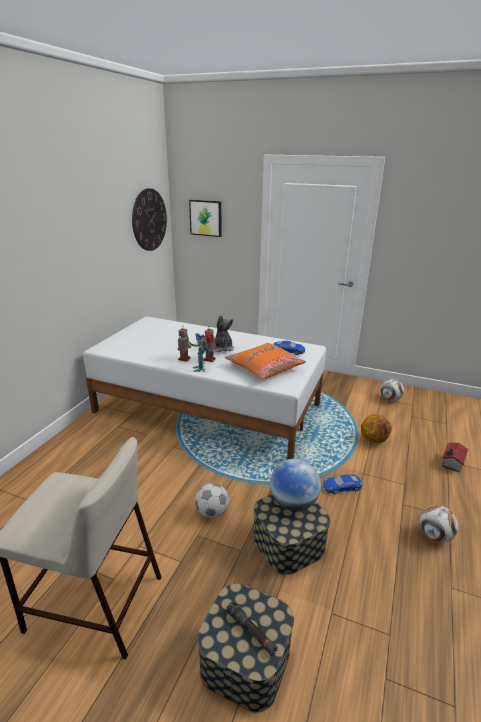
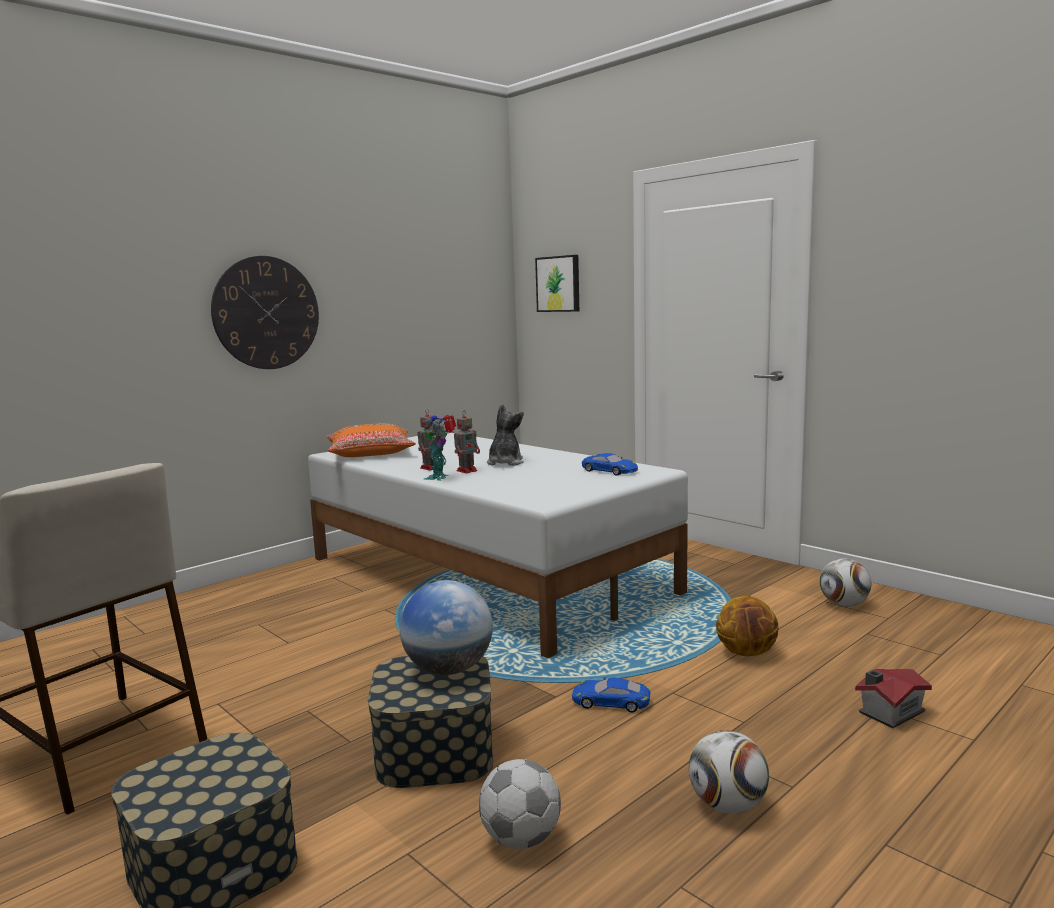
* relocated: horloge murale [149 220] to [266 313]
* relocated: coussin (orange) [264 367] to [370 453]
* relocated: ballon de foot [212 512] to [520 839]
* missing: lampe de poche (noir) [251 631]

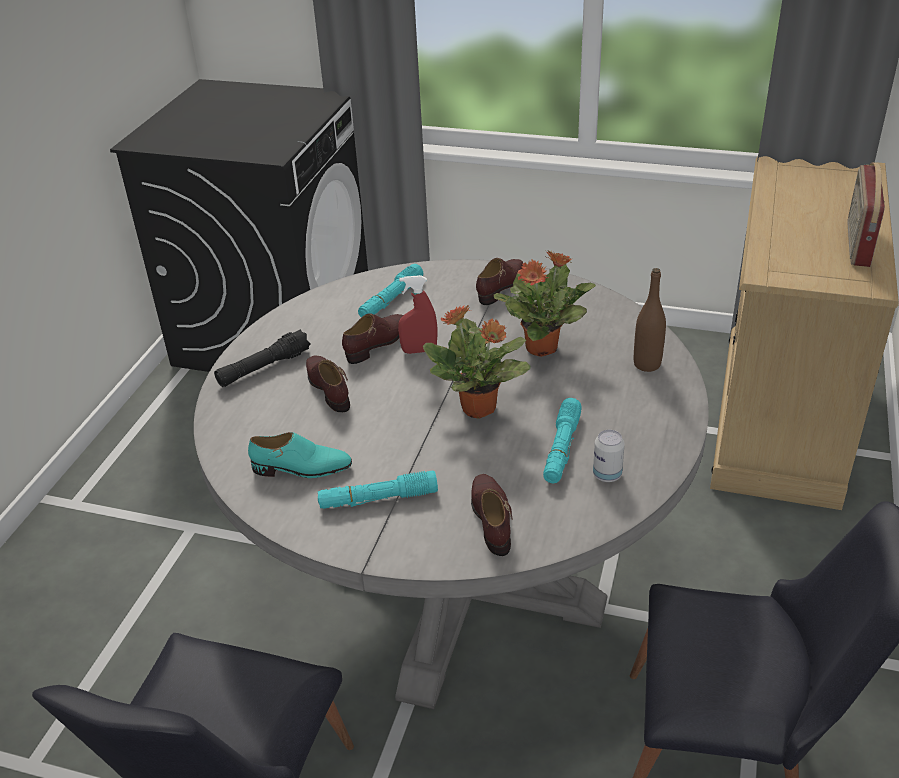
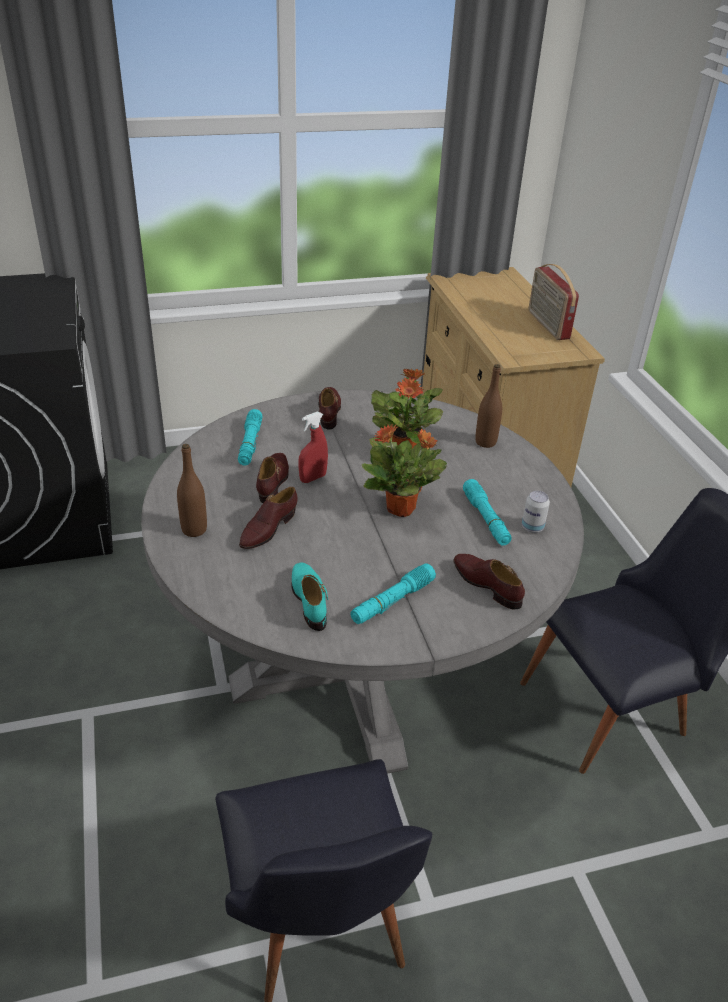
* exchanged: lampe de poche (noir) [264 368] to bouteille (marron) [194 529]
* spun: chaussure (marron) [329 388] = [268 529] 90 degrees counterclockwise
* spun: chaussure (turquoise) [302 468] = [309 599] 75 degrees counterclockwise

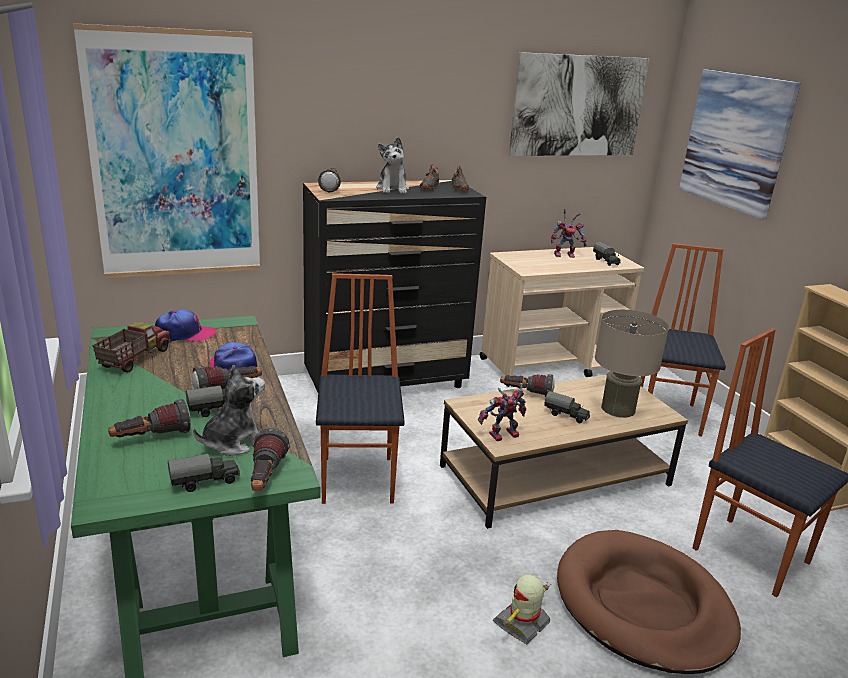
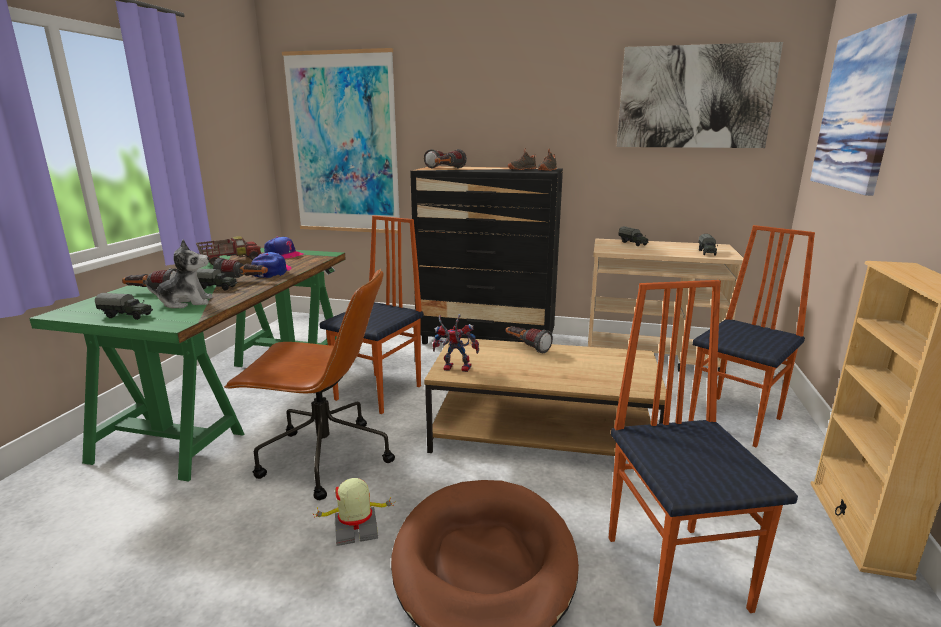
* missing: peluche [392 189]
* missing: robot jouet [565 255]
* missing: lampe de table (beige) [618 409]
* relocated: camion jouet [566 415] to [633 243]
* relocated: lampe de poche [265 479] to [448 169]
* appeared: chaise de bureau (marron) [323 458]

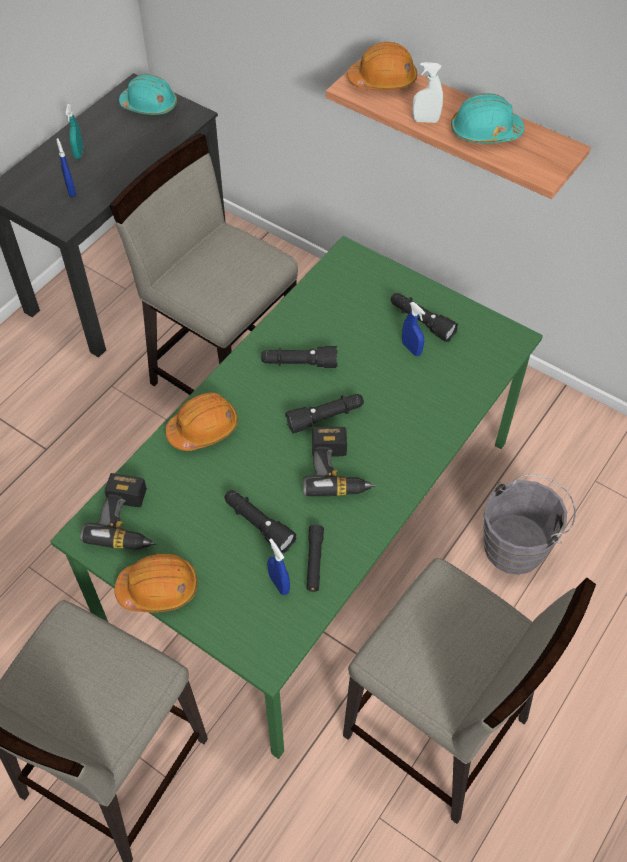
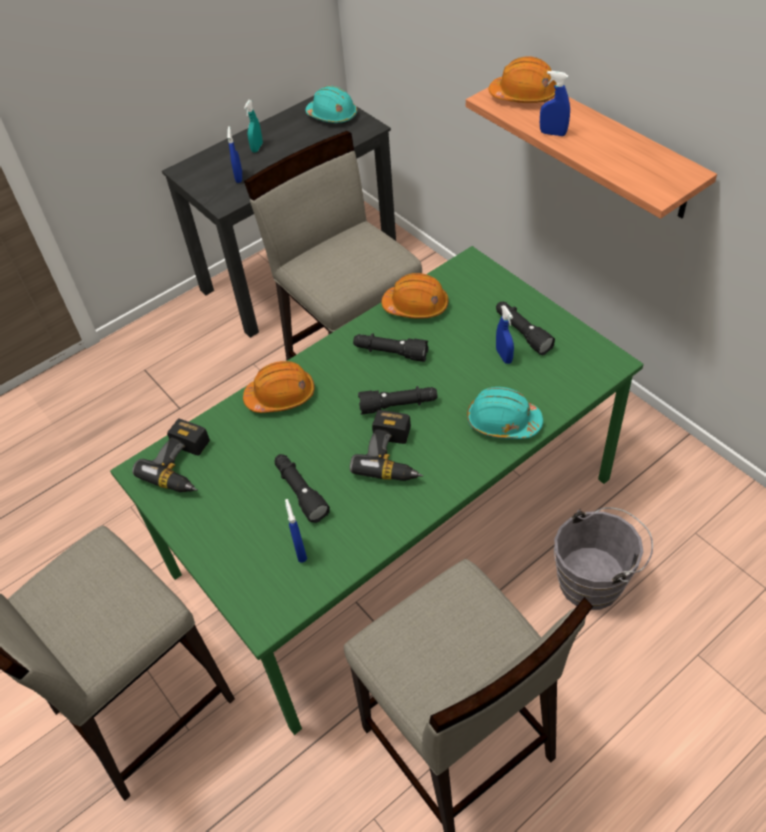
* colour: vaporisateur (blanc) [425 120] to vaporisateur (bleu) [553 133]
* relocated: casque de chantier (turquoise) [485 132] to [503 422]
* missing: lampe de poche (noir) [314 561]
* relocated: casque de chantier (orange) [158 588] to [416 306]

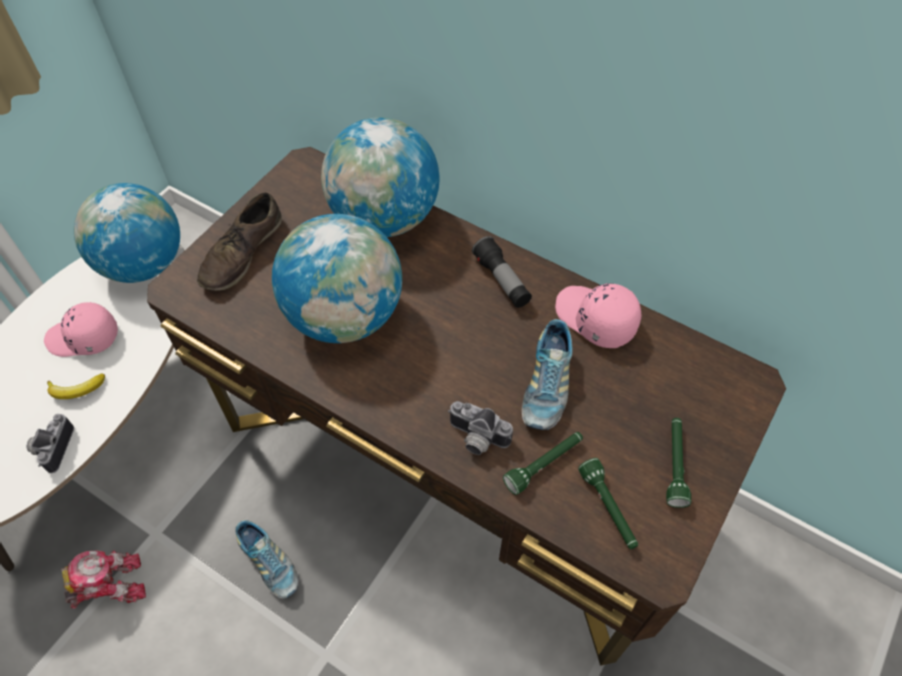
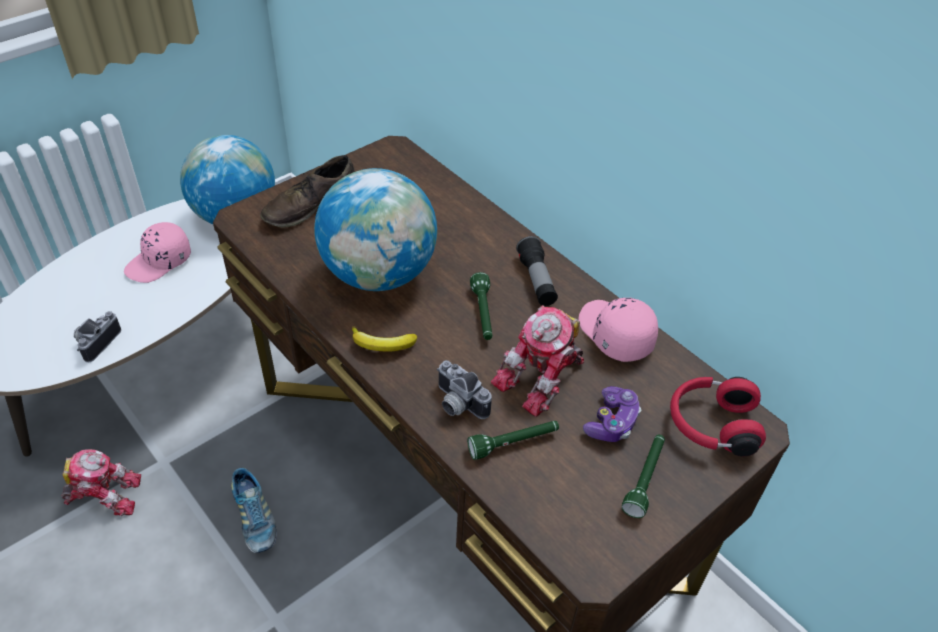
* missing: globe [384 218]
* spun: casquette (rose) [83 338] = [160 262] 60 degrees counterclockwise
* exchanged: chaussure [546 386] to robot jouet [543 378]
* relocated: banane [77 390] to [382 345]
* relocated: lampe de poche (vert) [608 508] to [483 314]
* appeared: casque audio (rouge) [711 425]
* appeared: manette [612 422]

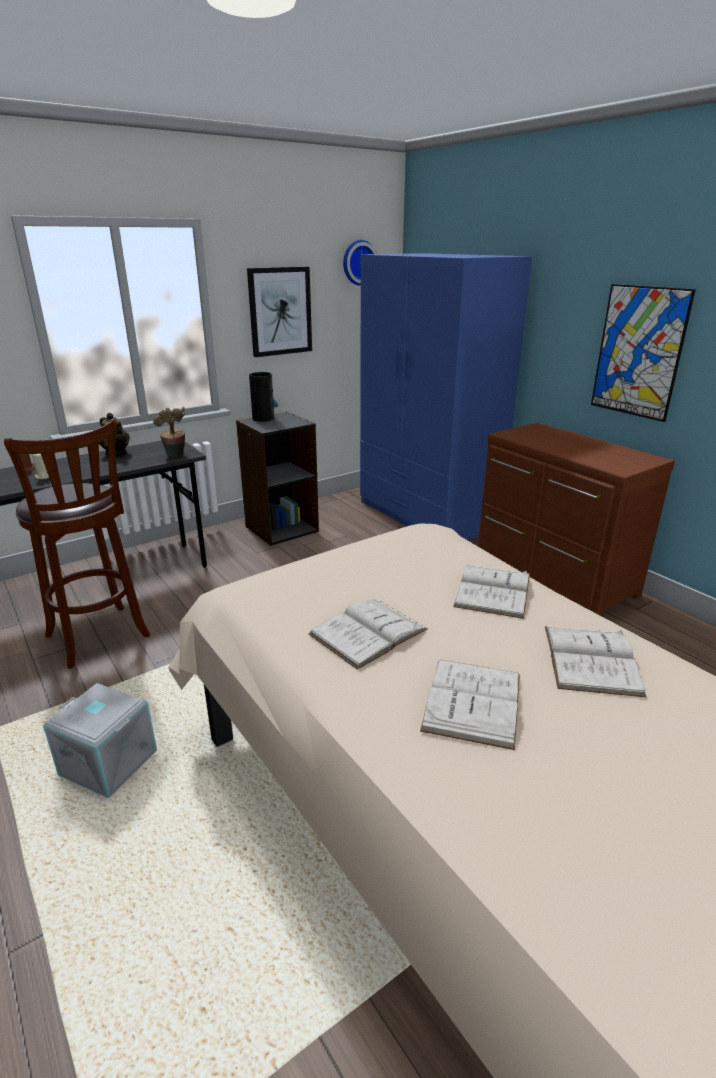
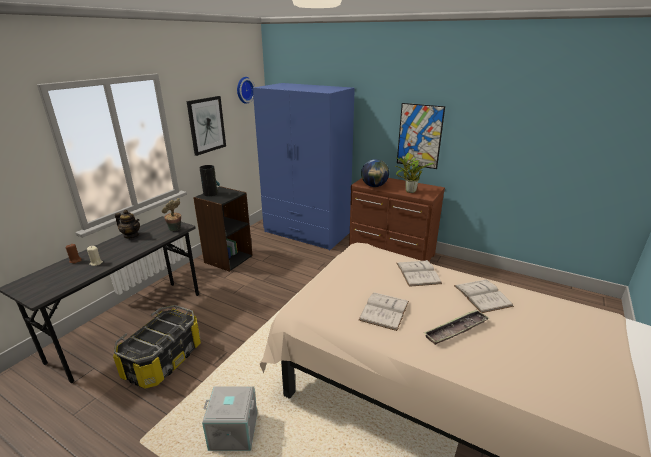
* exchanged: tabouret (marron) [100 638] to boîte de rangement [164 360]
* exchanged: livre (blanc) [472 701] to plateau [456 330]
* appeared: plante en pot [409 191]
* appeared: globe [374 186]

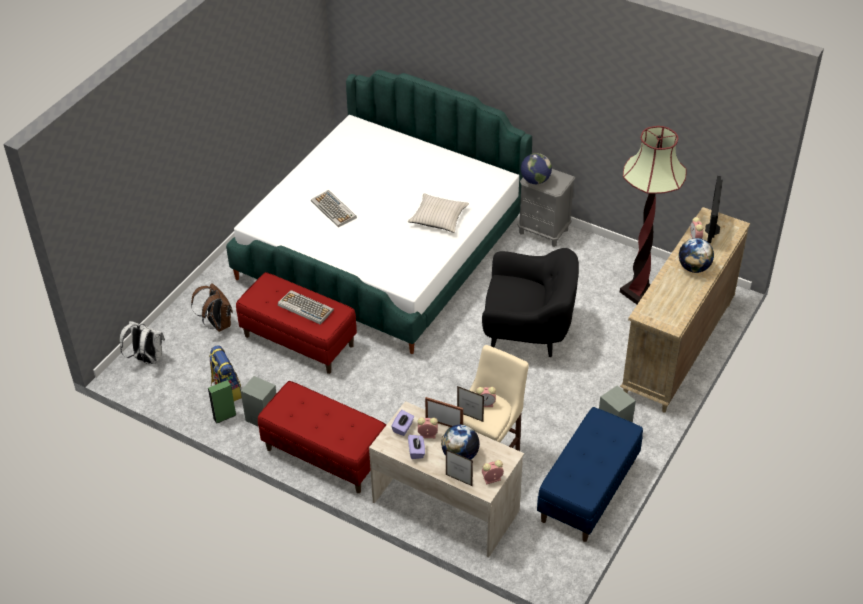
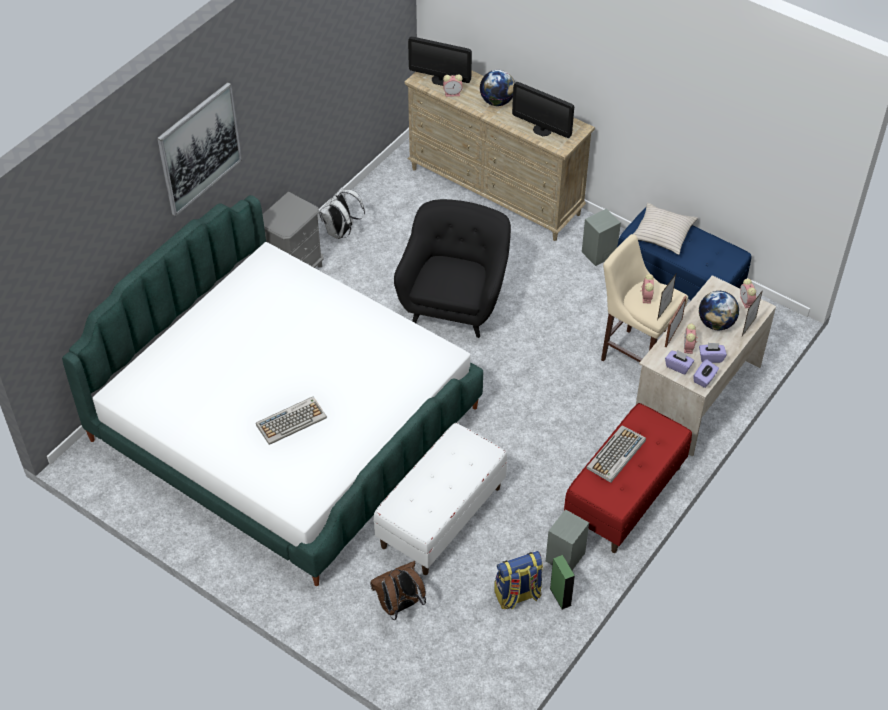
* missing: lampadaire [638 293]
* missing: globe [535 180]
* relocated: coussin (beige) [438 218] to [662 234]
* colour: banc (rouge) [299 340] to banc (blanc) [441 516]
* relocated: clavier [305 308] to [616 455]
* relocated: sac à dos (blanc) [147 359] to [341 232]
* appeared: tableau [199 148]
* appeared: écran d'ordinateur [542 130]
* appeared: boîte à mouchoirs (violet) [704 379]

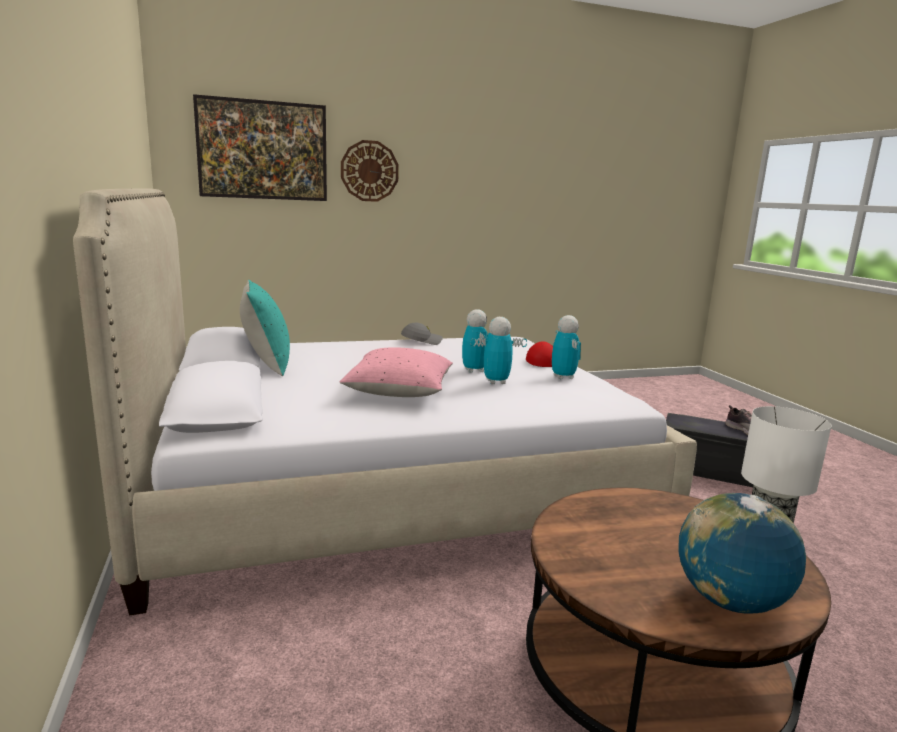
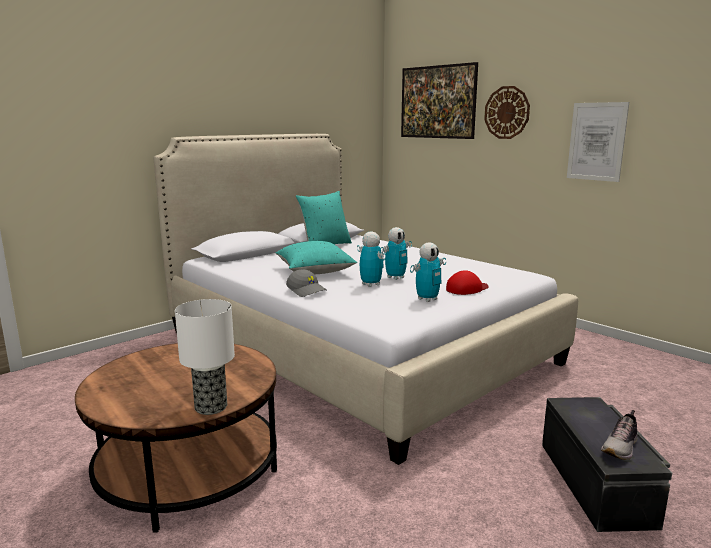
* relocated: casquette (gris) [421 341] to [307 290]
* colour: coussin (rose) [399 392] to coussin (turquoise) [315 272]
* missing: globe [729 601]
* appeared: tableau [596 141]

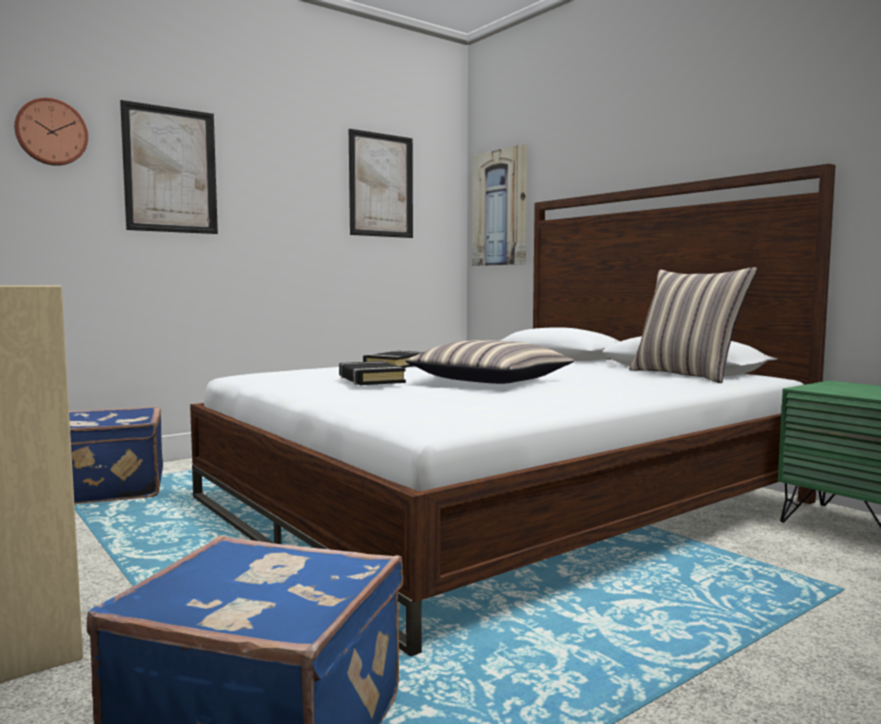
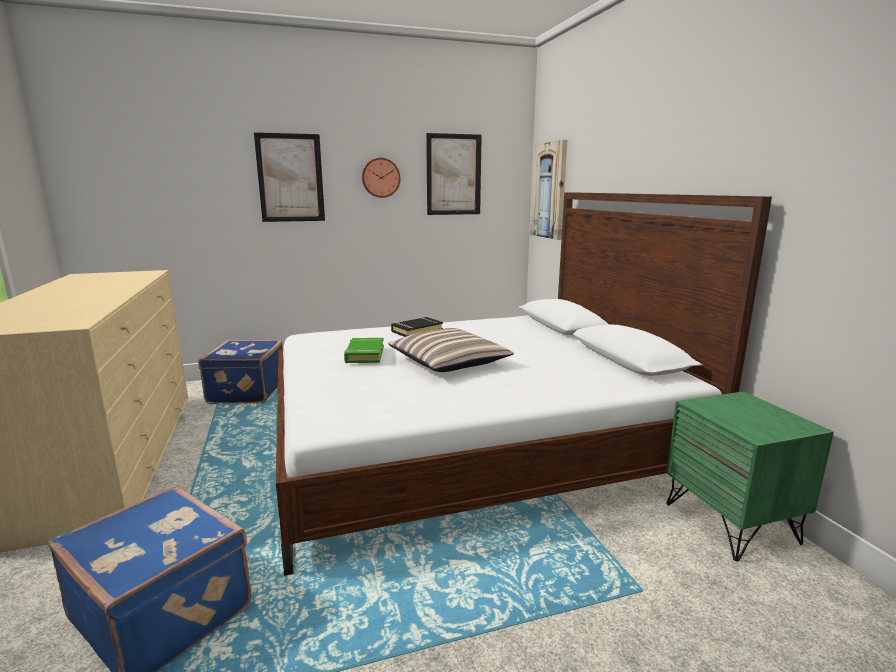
* relocated: horloge murale [51 132] to [380 177]
* missing: coussin [686 375]
* colour: livre (noir) [370 379] to livre (vert) [364 354]

